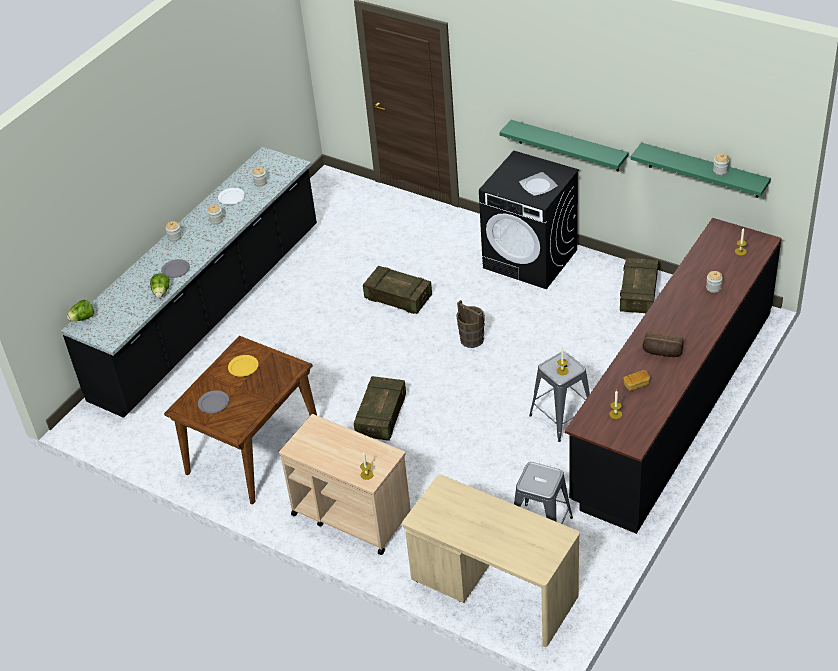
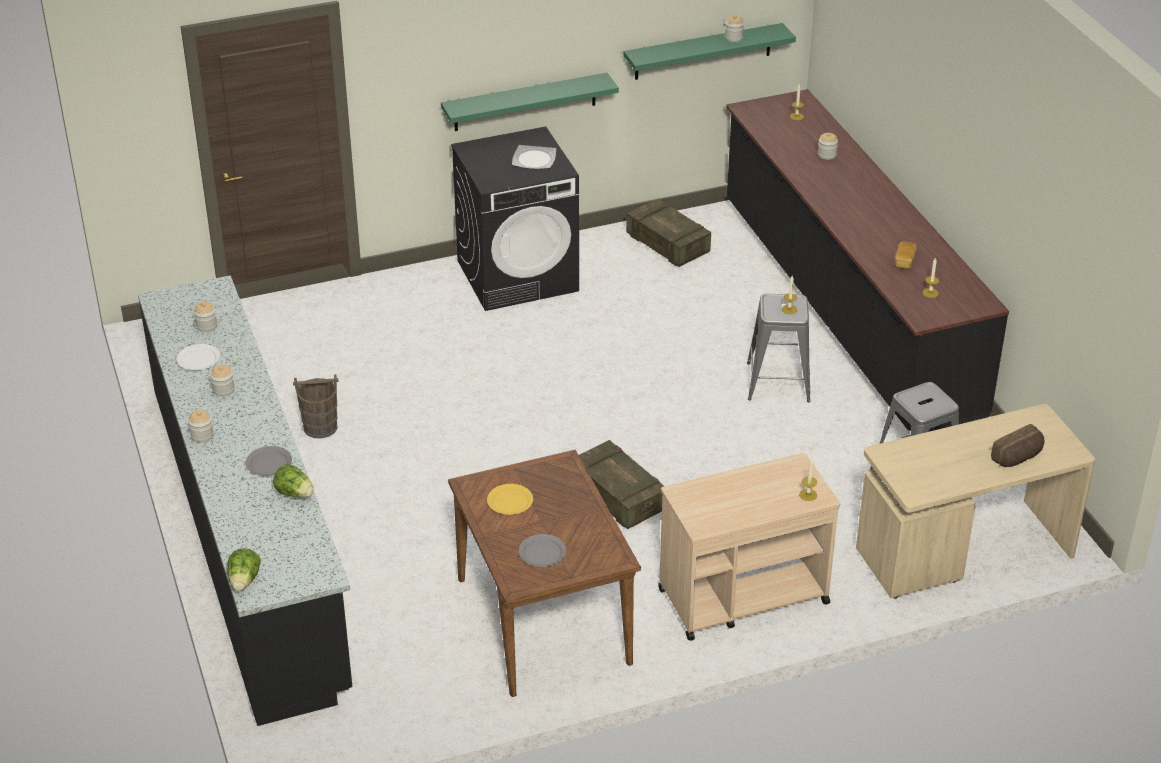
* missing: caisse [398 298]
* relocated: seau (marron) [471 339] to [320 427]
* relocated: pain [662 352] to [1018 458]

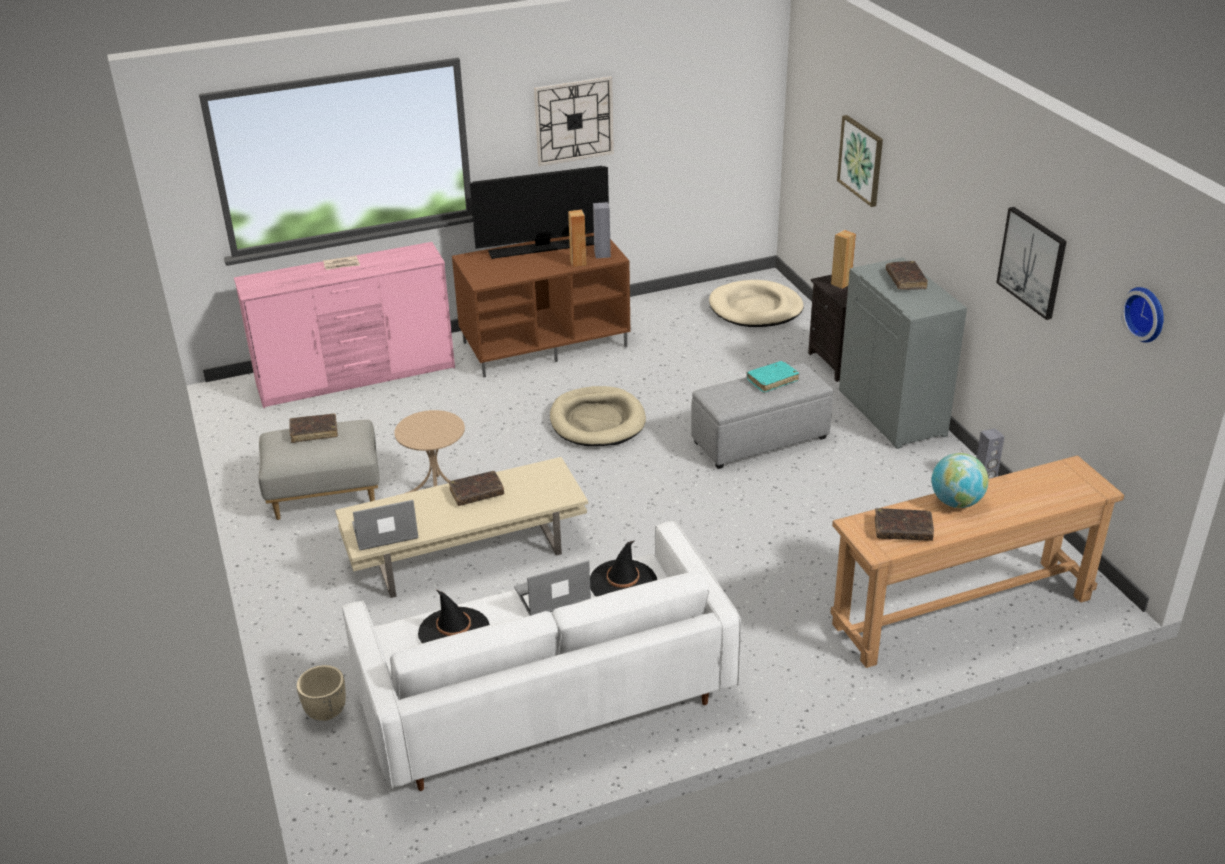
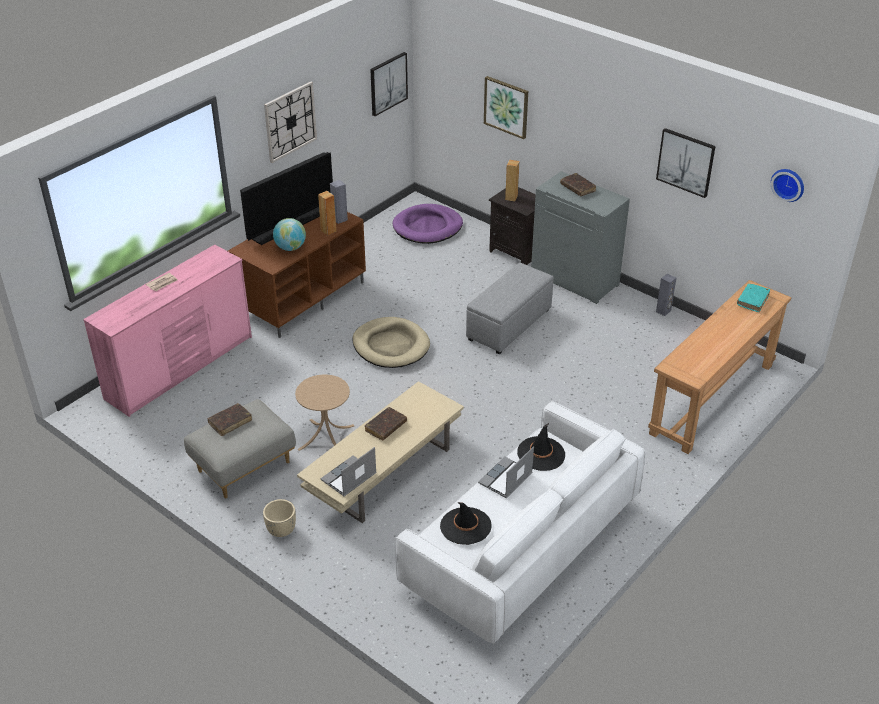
* colour: panier pour chien (beige) [755 308] to panier pour chien (violet) [427 227]
* relocated: livre (turquoise) [772 380] to [752 301]
* relocated: globe [956 502] to [290 248]
* missing: livre (marron) [903 530]
* relocated: cache-pot (beige) [326 712] to [281 530]
* appeared: tableau [388 83]

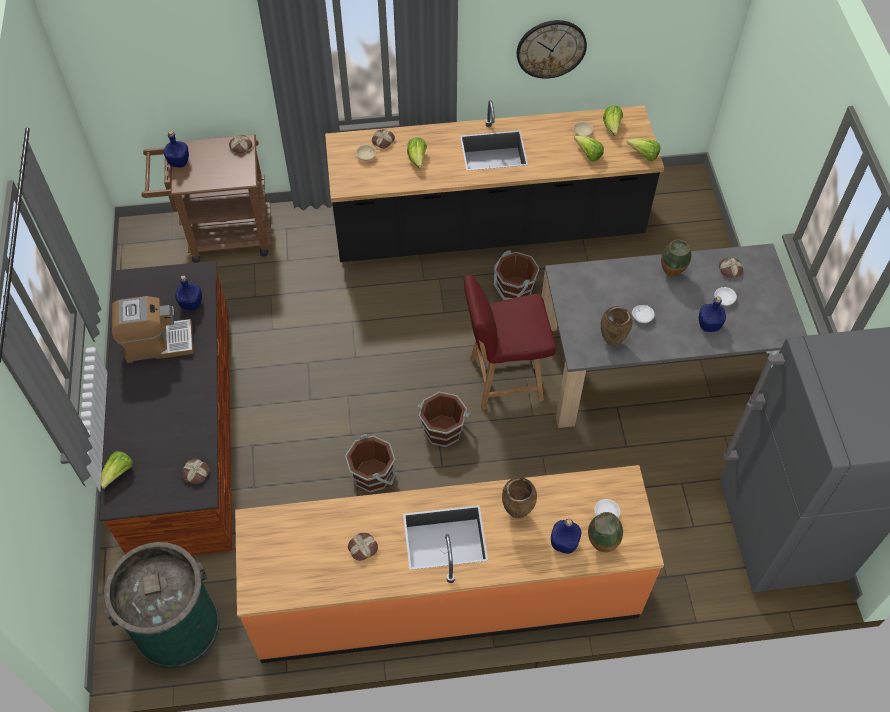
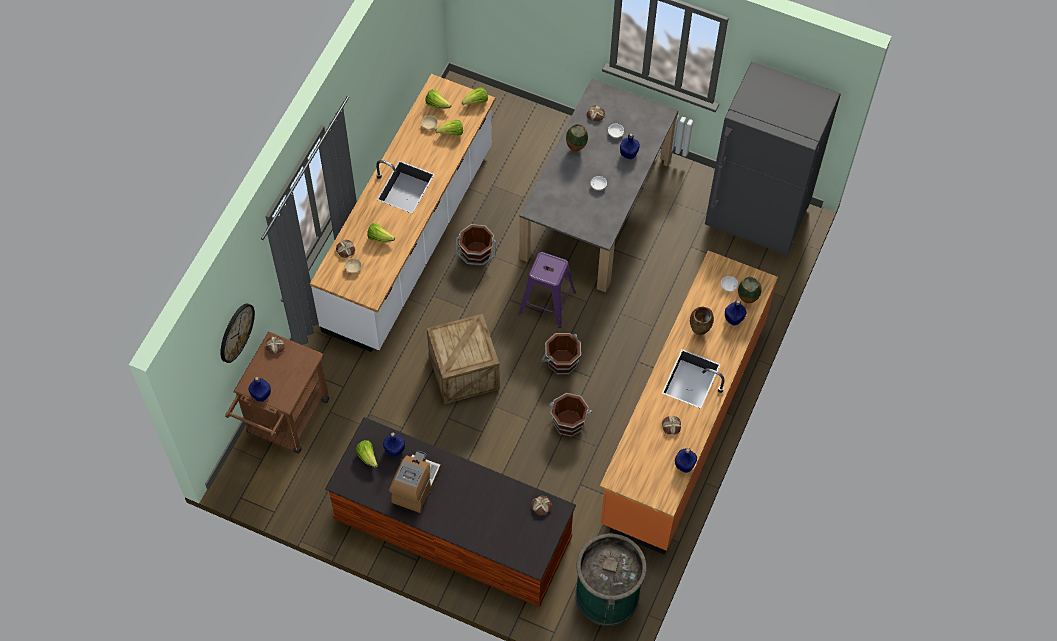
* relocated: horloge murale [551 48] to [236 332]
* colour: comptoir de cuisine (noir) [488 229] to comptoir de cuisine (blanc) [410 239]
* exchanged: chaise (rouge) [503 379] to tabouret (violet) [546 302]
* missing: vase (marron) [612 342]
* relocated: laitue [119 473] to [367 456]
* appeared: caisse [464 372]
* appeared: bouteille (bleu) [684 465]

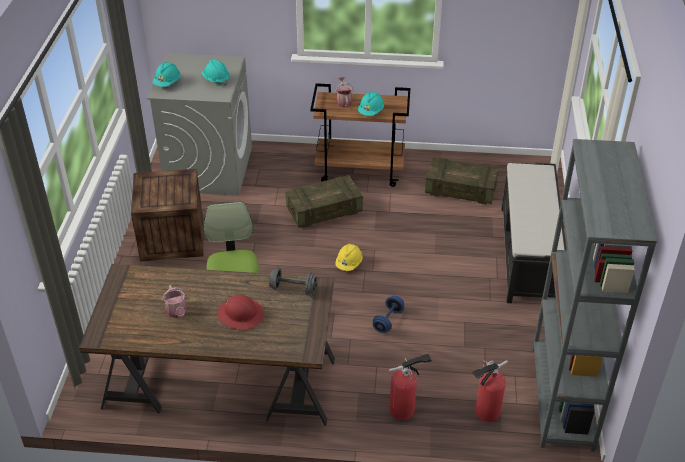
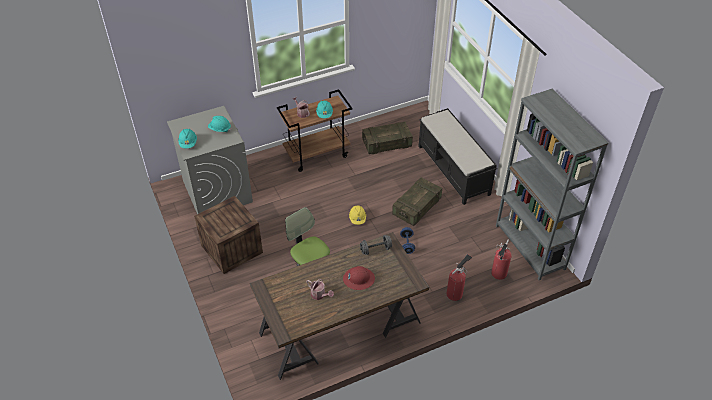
* relocated: caisse [324 211] to [416 207]

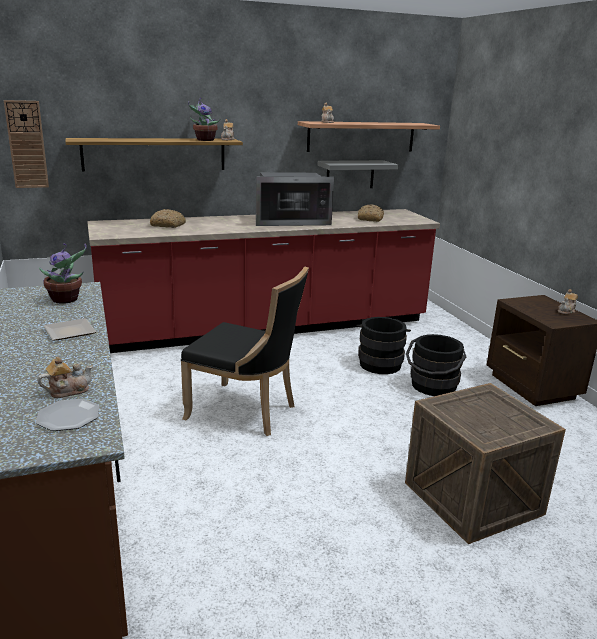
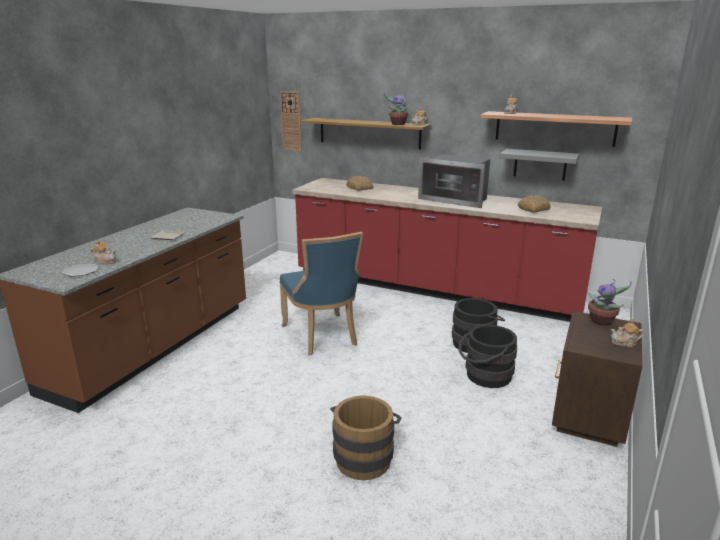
* relocated: plante en pot [66 300] to [602 322]
* colour: chaise (noir) [246 411] to chaise (bleu) [322 336]
* exchanged: caisse [473 498] to seau (marron) [364 456]

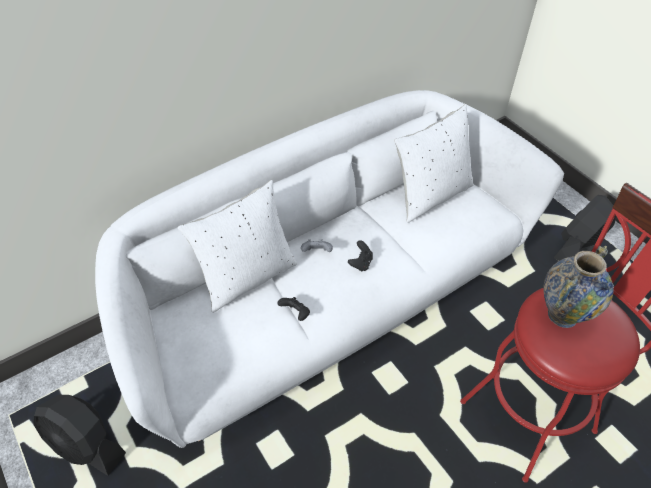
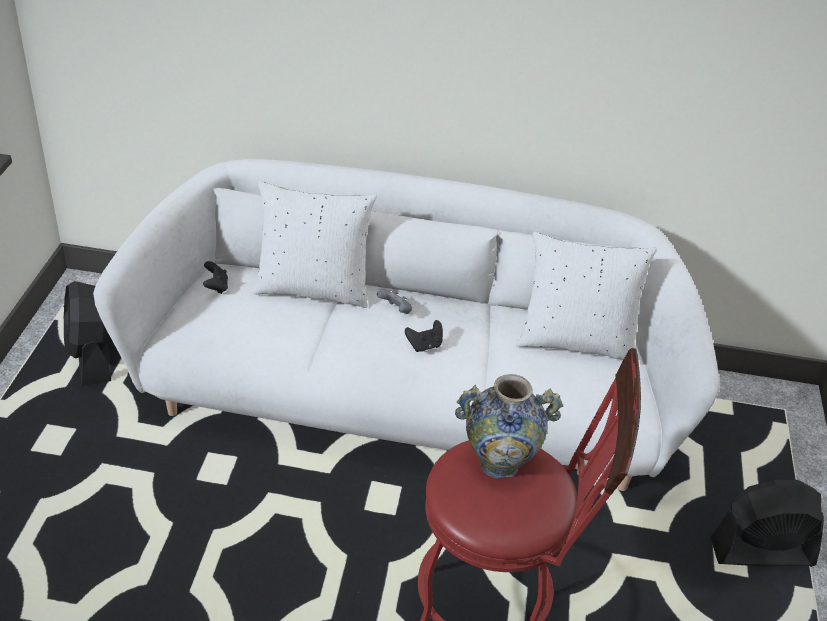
* relocated: manette (noir) [296 314] to [216 287]

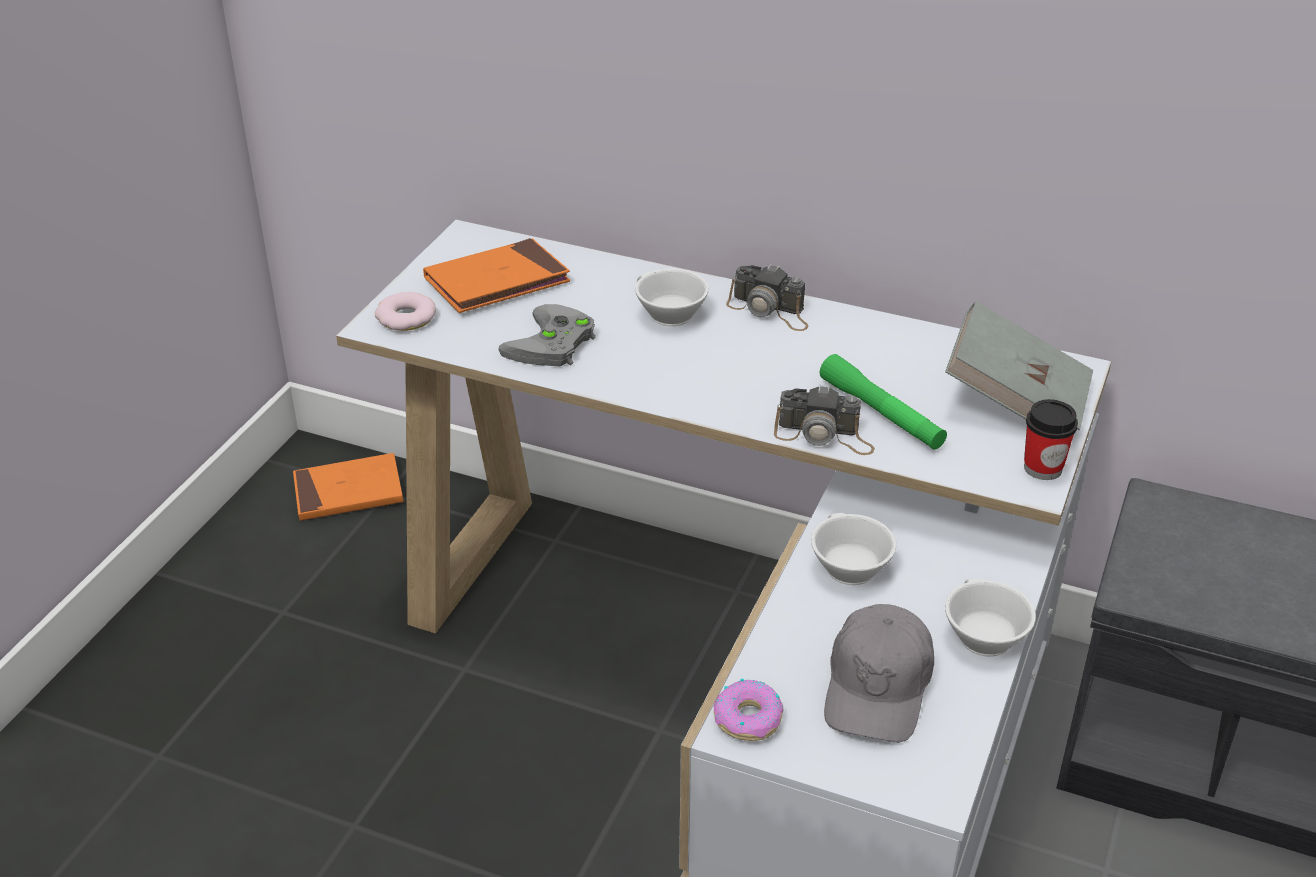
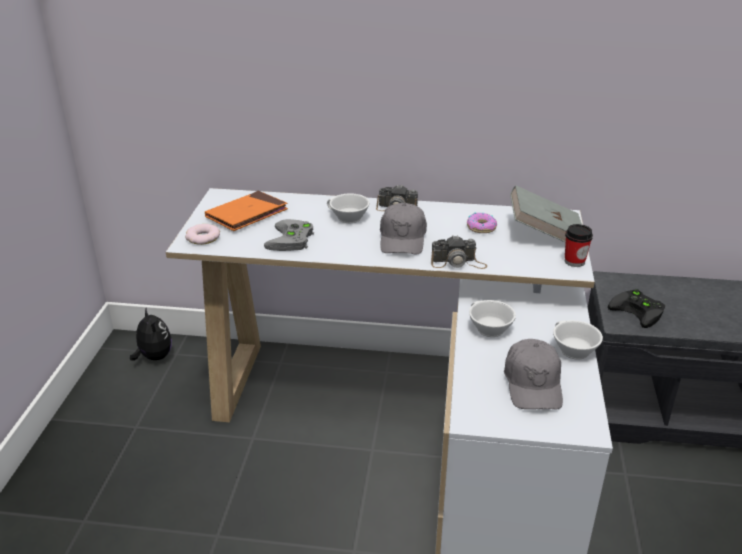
* missing: lampe de poche (vert) [881 413]
* exchanged: livre (orange) [348 492] to peluche [154 357]
* relocated: beignet [748 718] to [481 227]
* appeared: casquette (gris) [403 239]
* appeared: manette (noir) [639 311]

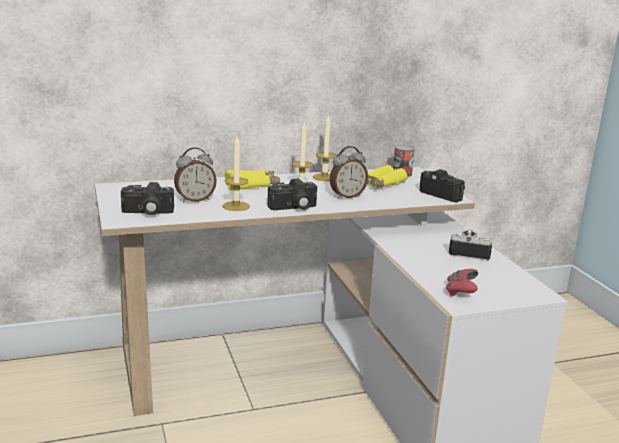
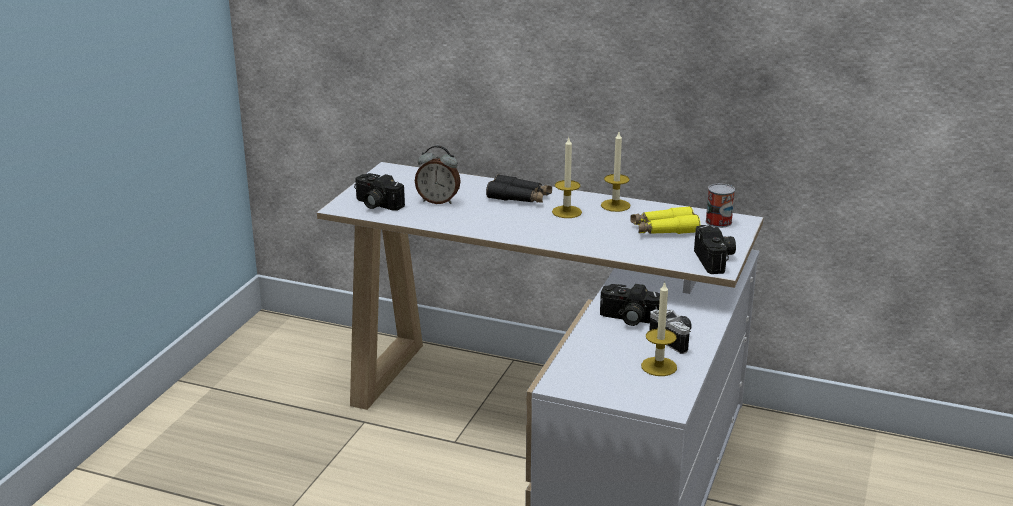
* relocated: bougie [236 206] to [659 366]
* missing: réveil [346 196]
* colour: jumelles (jaune) [252 185] to jumelles (noir) [519 198]
* relocated: appareil photo [293 208] to [628 319]
* missing: manette (rouge) [460 292]

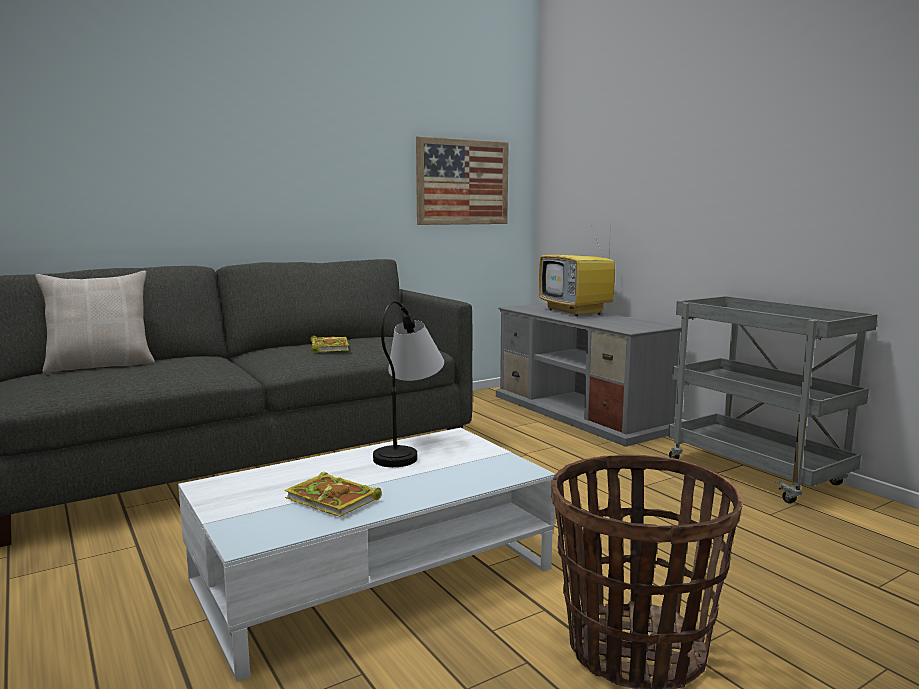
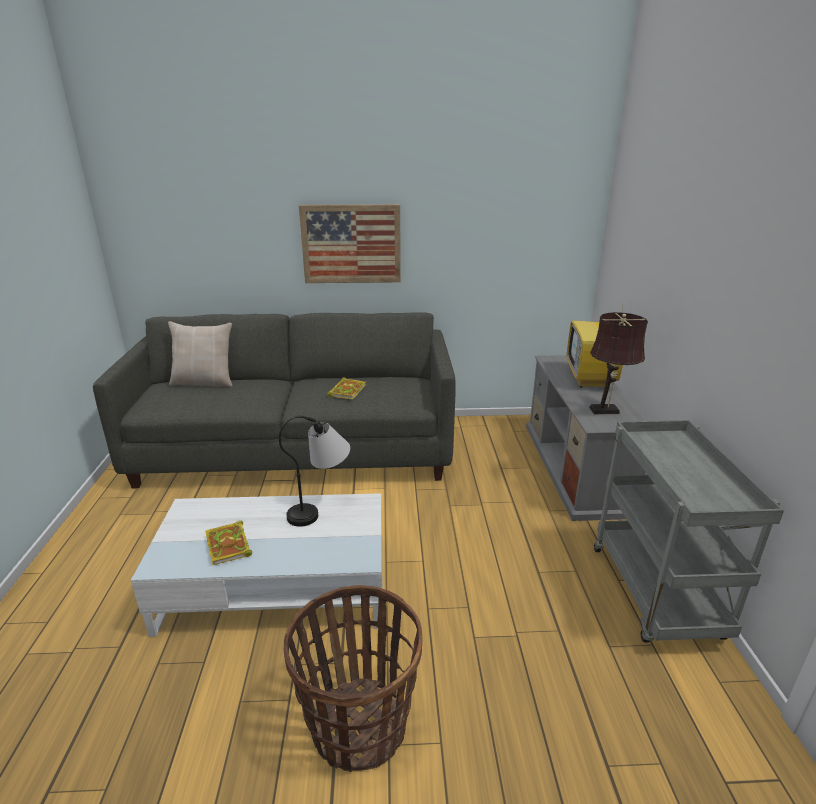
* relocated: tableau [463 182] to [351 244]
* appeared: lampe de table (marron) [607 410]

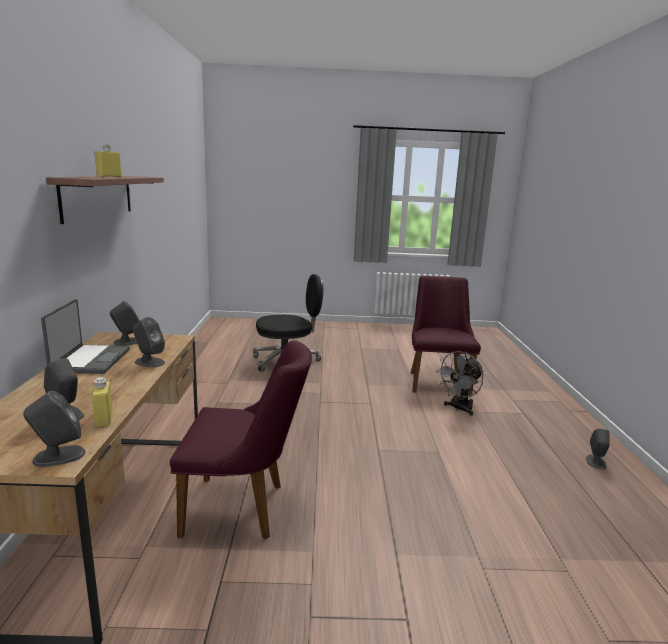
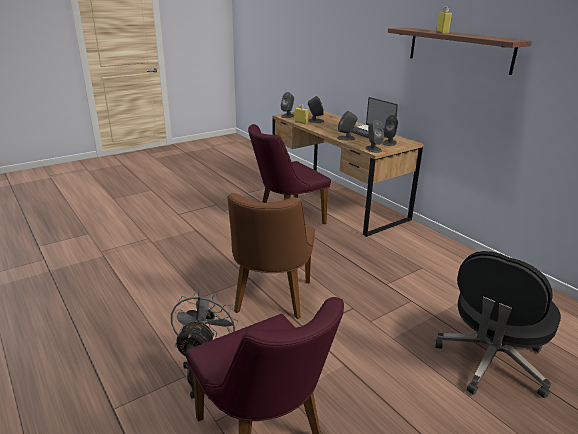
* relocated: enceinte (gris) [596 462] to [373 149]
* appeared: chaise (marron) [270 301]

